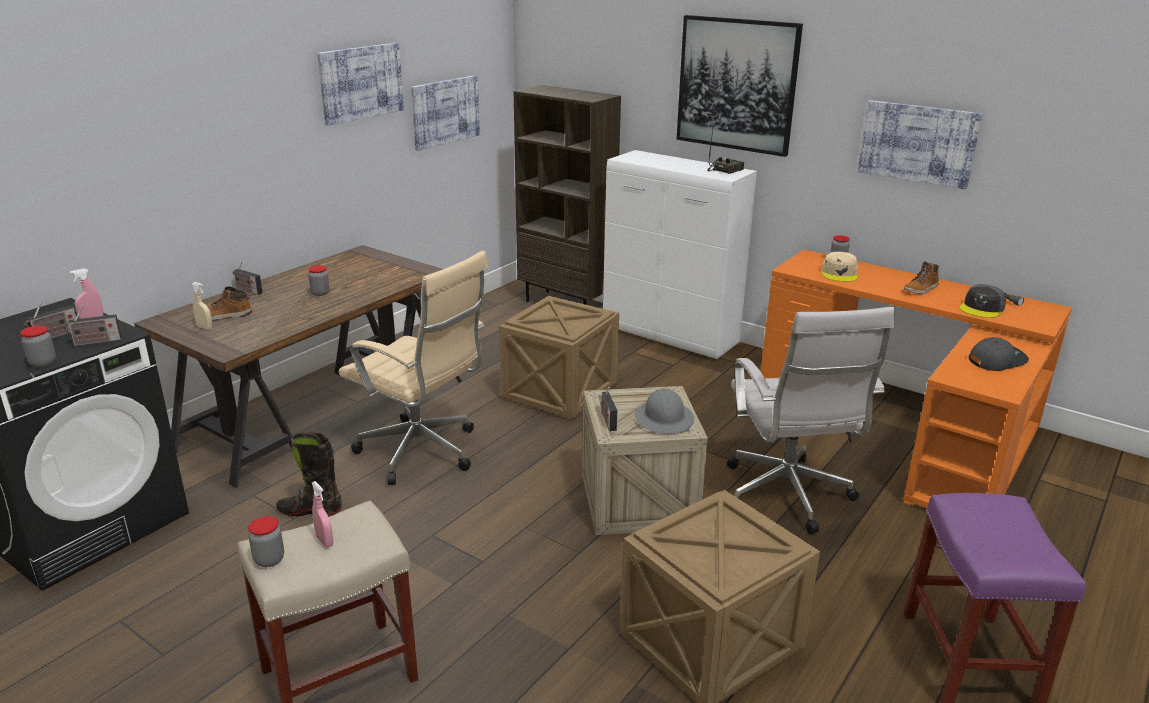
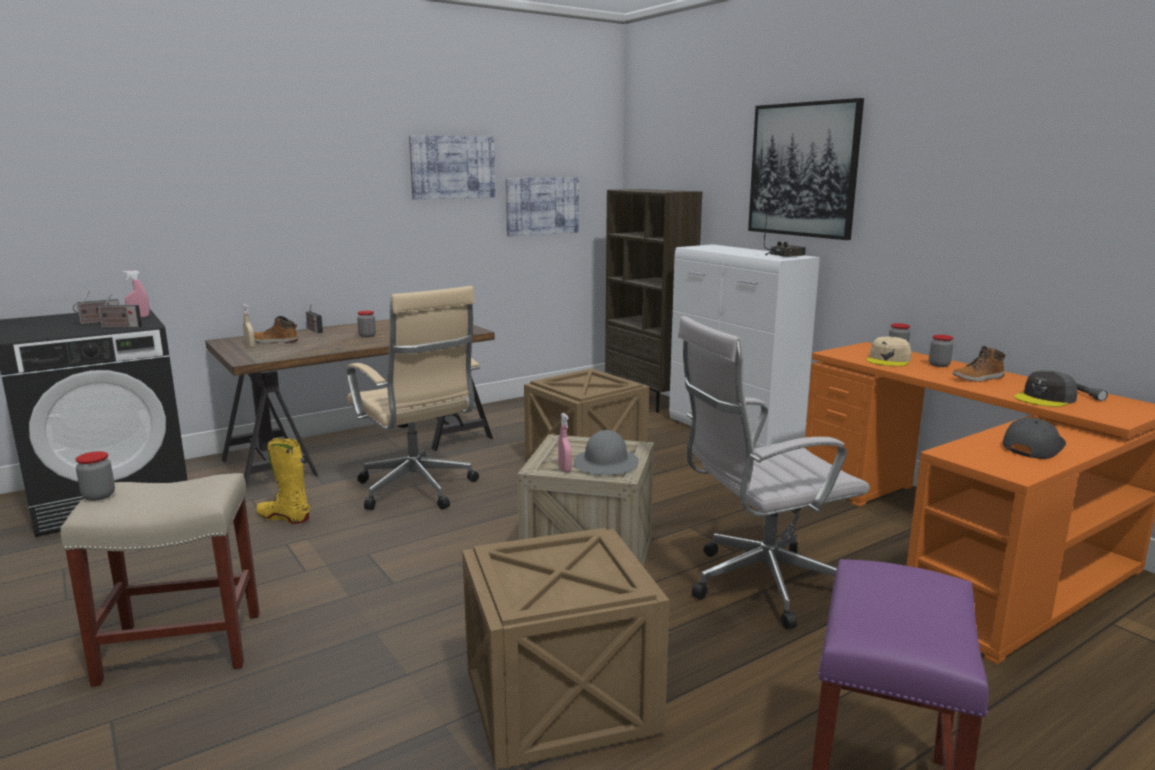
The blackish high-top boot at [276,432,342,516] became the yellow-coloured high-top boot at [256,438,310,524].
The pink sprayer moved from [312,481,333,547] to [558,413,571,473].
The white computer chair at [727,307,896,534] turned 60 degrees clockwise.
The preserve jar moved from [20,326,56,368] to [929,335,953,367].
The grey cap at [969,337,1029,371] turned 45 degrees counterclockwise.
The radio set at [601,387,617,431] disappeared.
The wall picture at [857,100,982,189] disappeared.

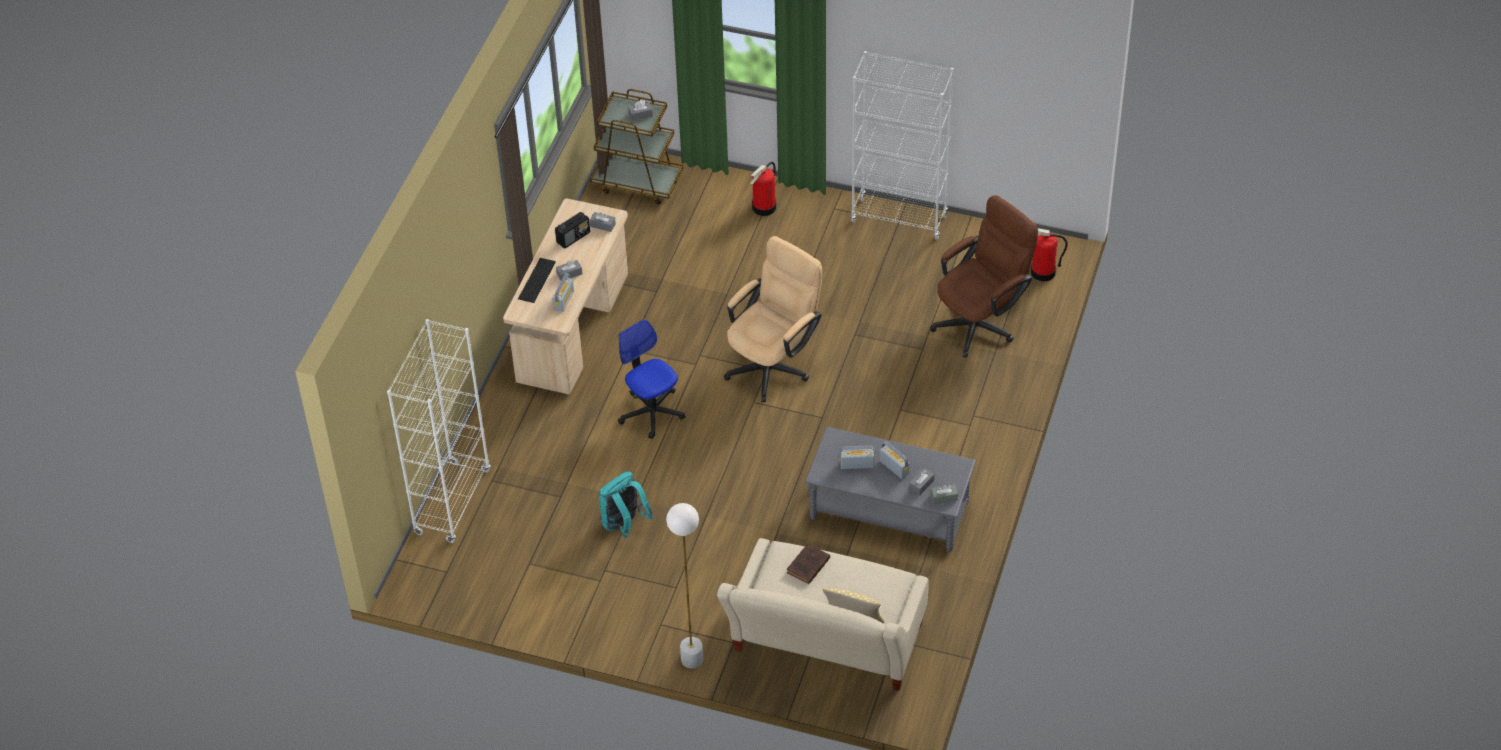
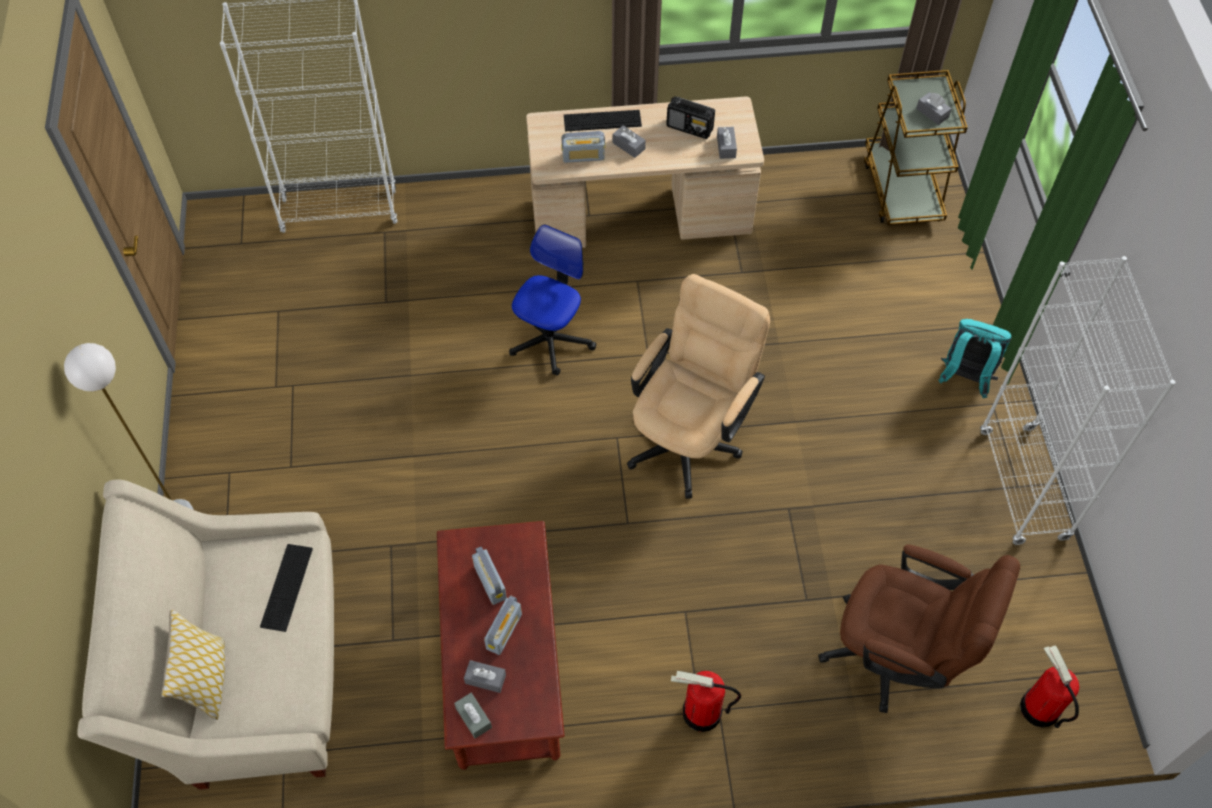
The brownish volume at [786,543,830,584] was replaced by the computer keyboard at [260,544,313,632].
The grey lounge table at [805,427,976,552] became the brownish lounge table at [437,521,565,770].
The sand-coloured computer chair at [724,236,822,402] turned 75 degrees counterclockwise.
The fire extinguisher moved from [750,162,776,216] to [671,671,741,732].
The turquoise knapsack moved from [599,472,654,538] to [939,319,1011,398].

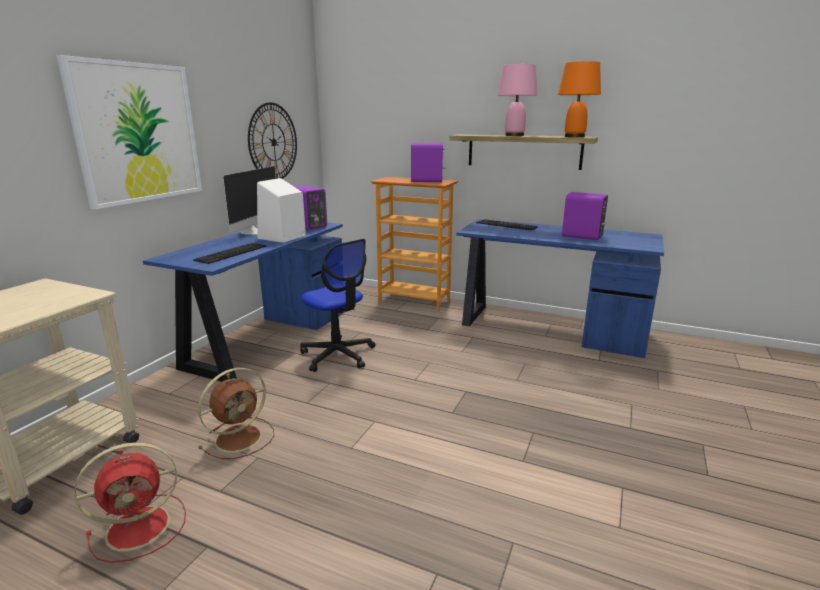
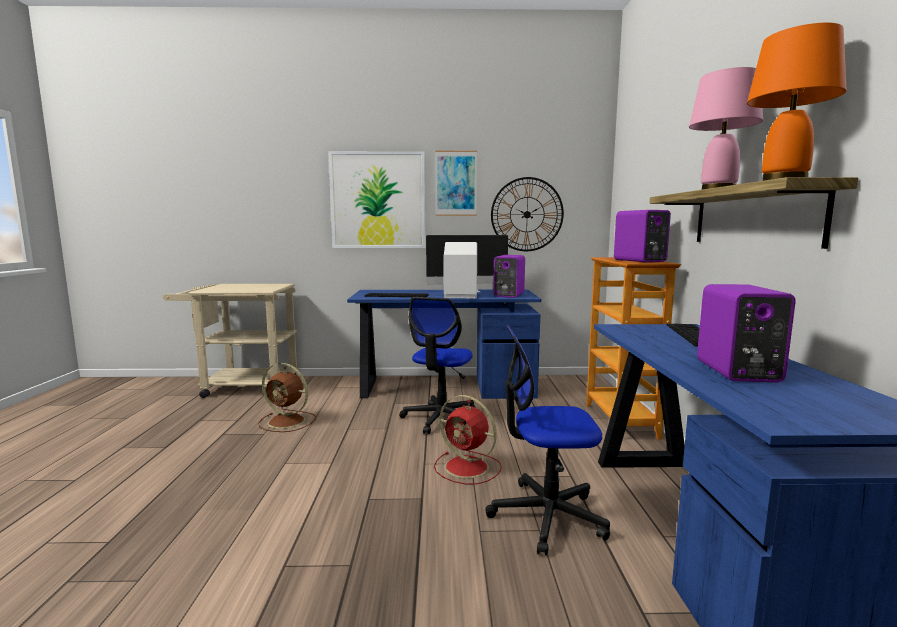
The reddish cooling fan moved from [75,442,186,563] to [434,395,502,485].
The wall picture at [435,151,477,216] appeared.
The computer chair at [485,325,610,555] appeared.

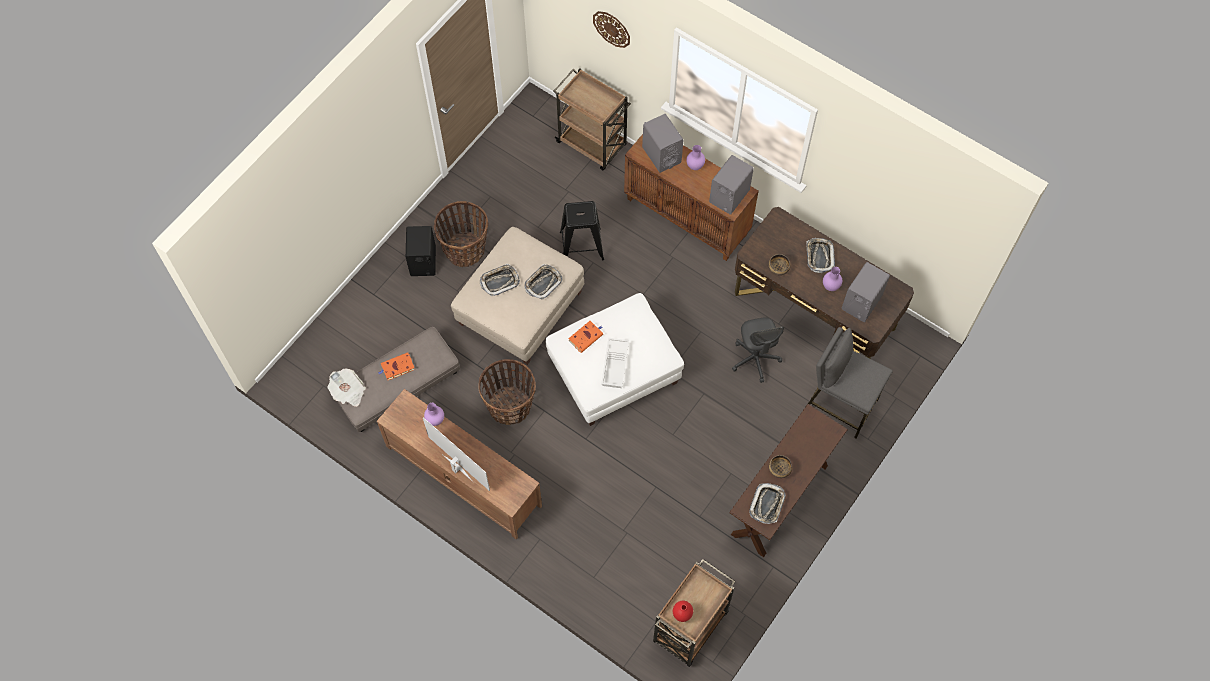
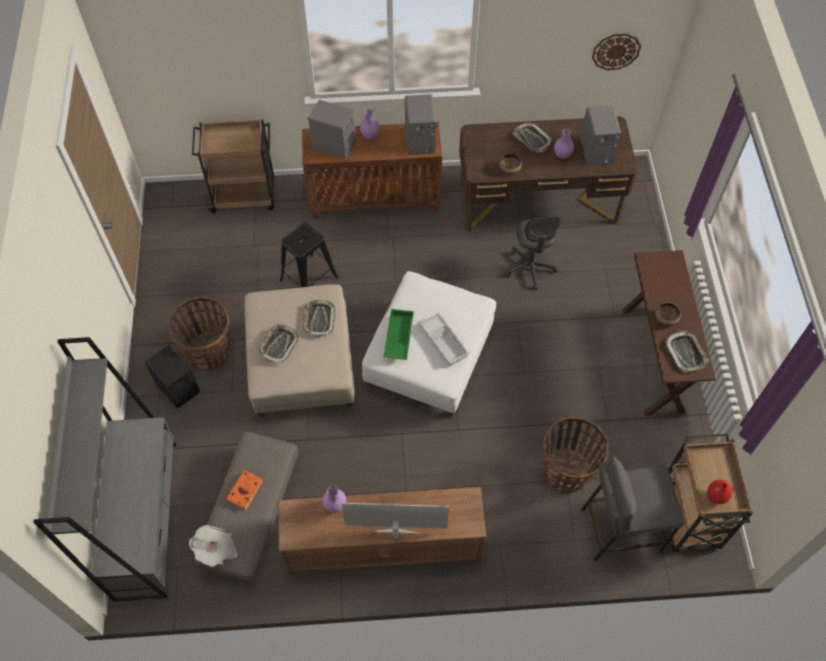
The grey bookcase at [33,337,176,602] appeared.
The orange-coloured volume at [568,321,603,353] was replaced by the green tray at [384,309,414,360].
The grey computer chair at [732,317,784,383] turned 45 degrees clockwise.
The household basket moved from [478,359,536,425] to [542,417,609,493].
The grey stool moved from [806,327,893,439] to [581,456,685,561].
The hanging clock moved from [593,11,630,48] to [592,34,641,70].

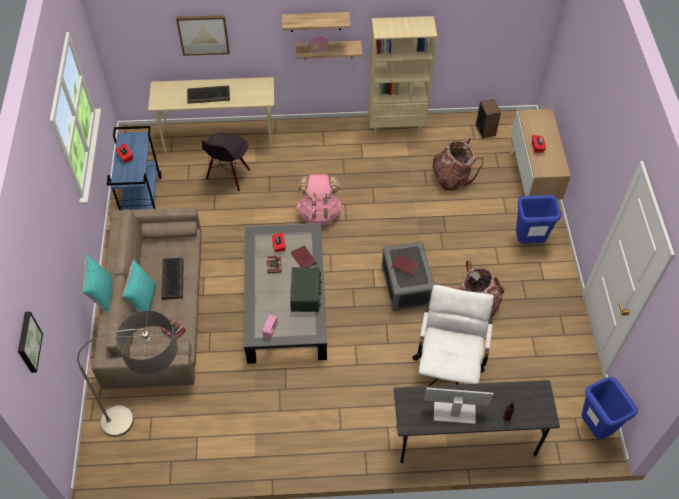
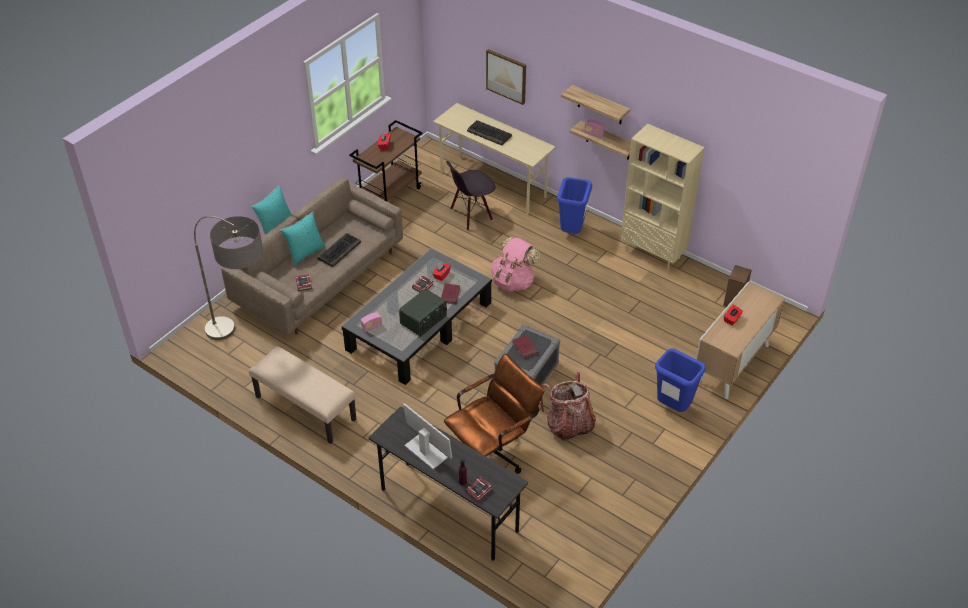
The sand-coloured bench at [249,346,357,444] appeared.
The bluish trolley at [107,126,162,210] became the brownish trolley at [349,120,423,201].
The white computer chair at [413,285,494,386] became the brownish computer chair at [444,354,544,474].
The volume at [466,477,493,502] appeared.
The bluish trash can moved from [581,377,638,439] to [557,177,592,233].
The wall picture at [18,312,43,373] disappeared.
The knapsack at [433,137,483,191] disappeared.

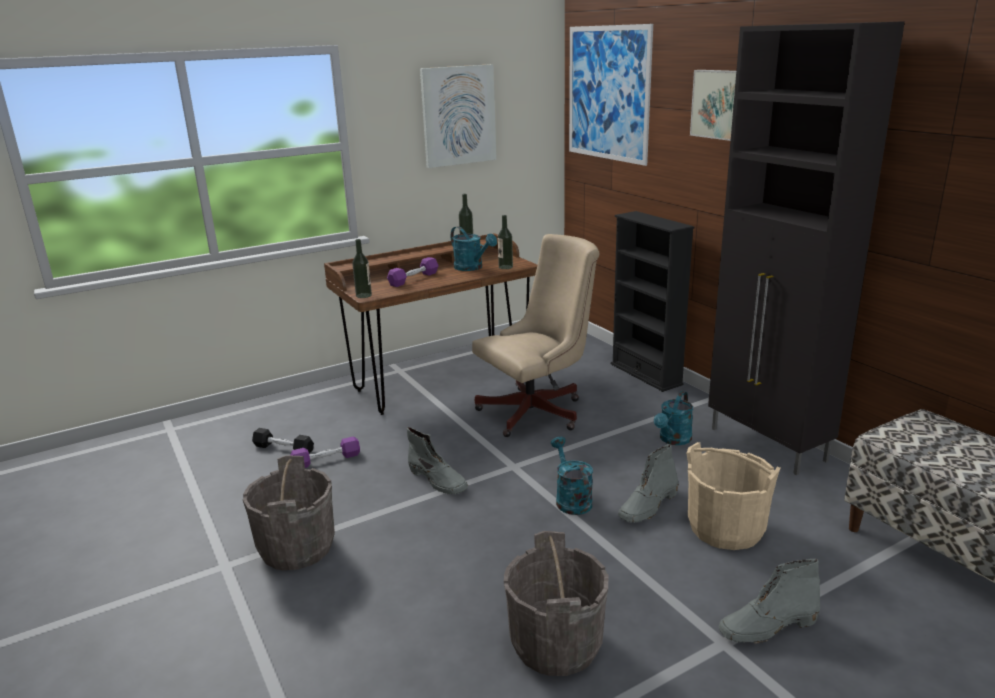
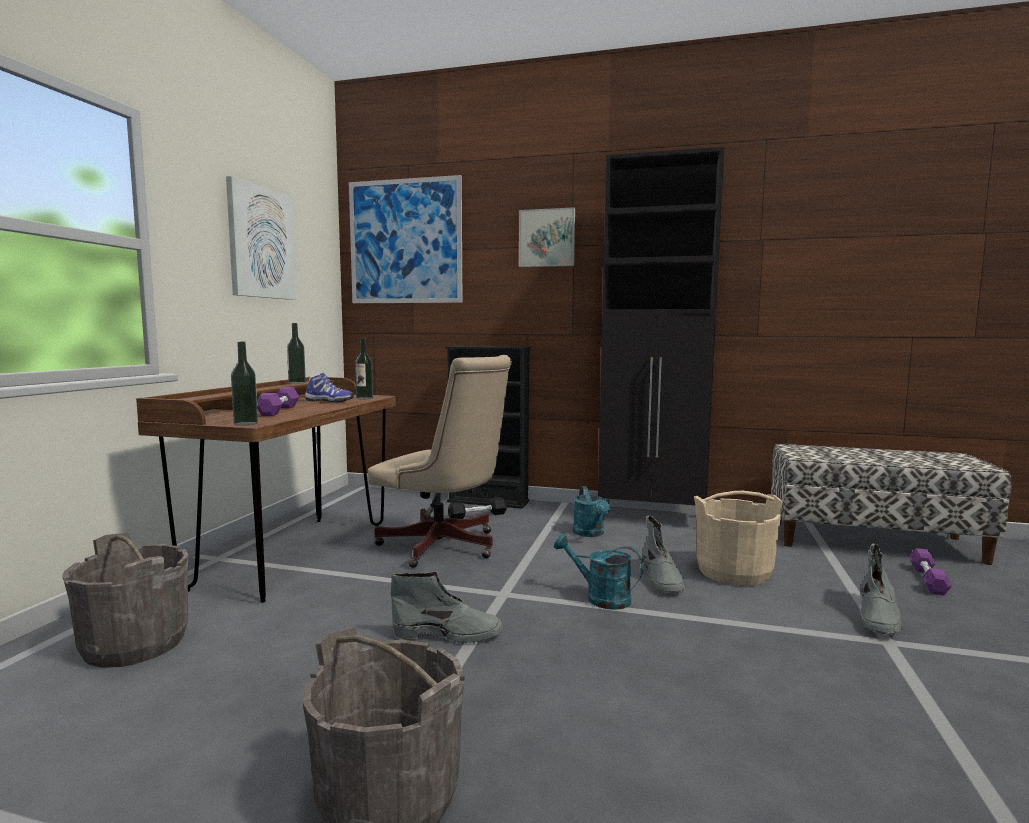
The grey bucket moved from [504,531,609,676] to [62,533,188,668].
The turquoise sprinkling can at [451,226,497,271] was replaced by the shoe at [305,373,354,402].
The sand-coloured computer chair at [472,234,600,437] turned 105 degrees clockwise.
The blackish free weight moved from [252,428,314,453] to [448,497,507,519].
The purple free weight moved from [290,437,360,468] to [909,548,952,595].

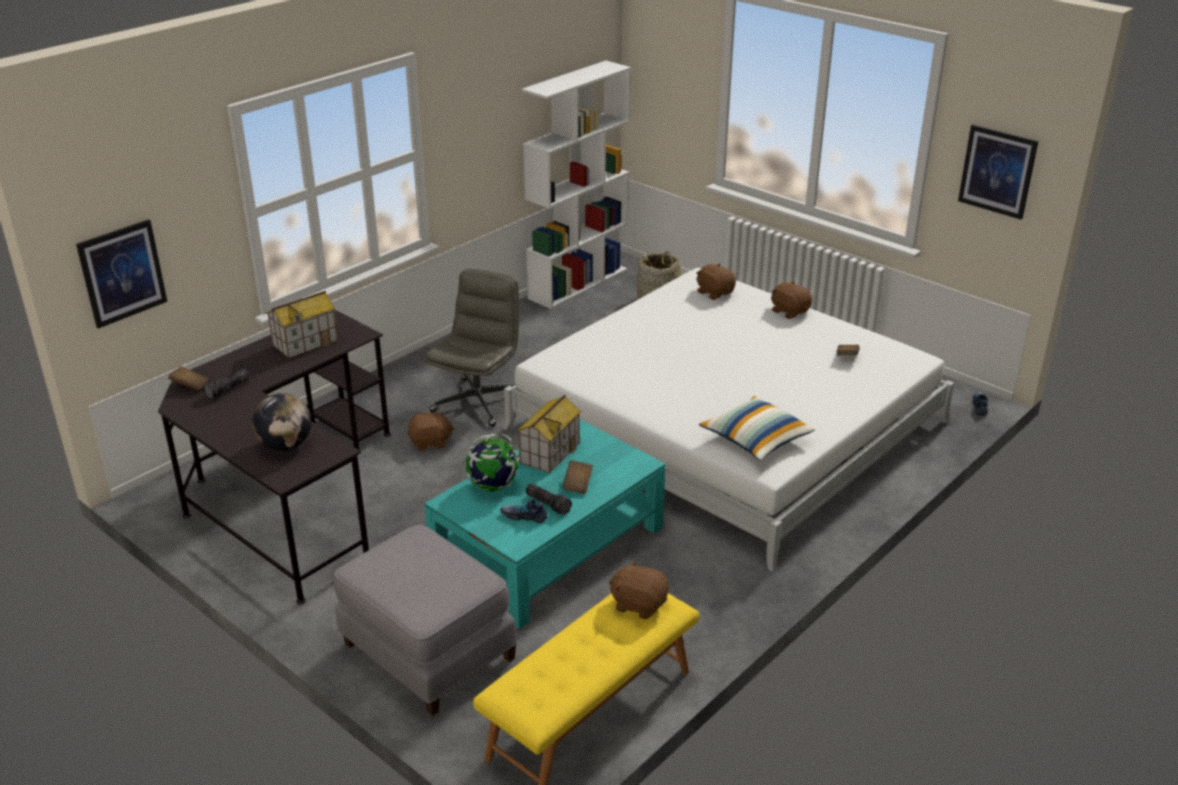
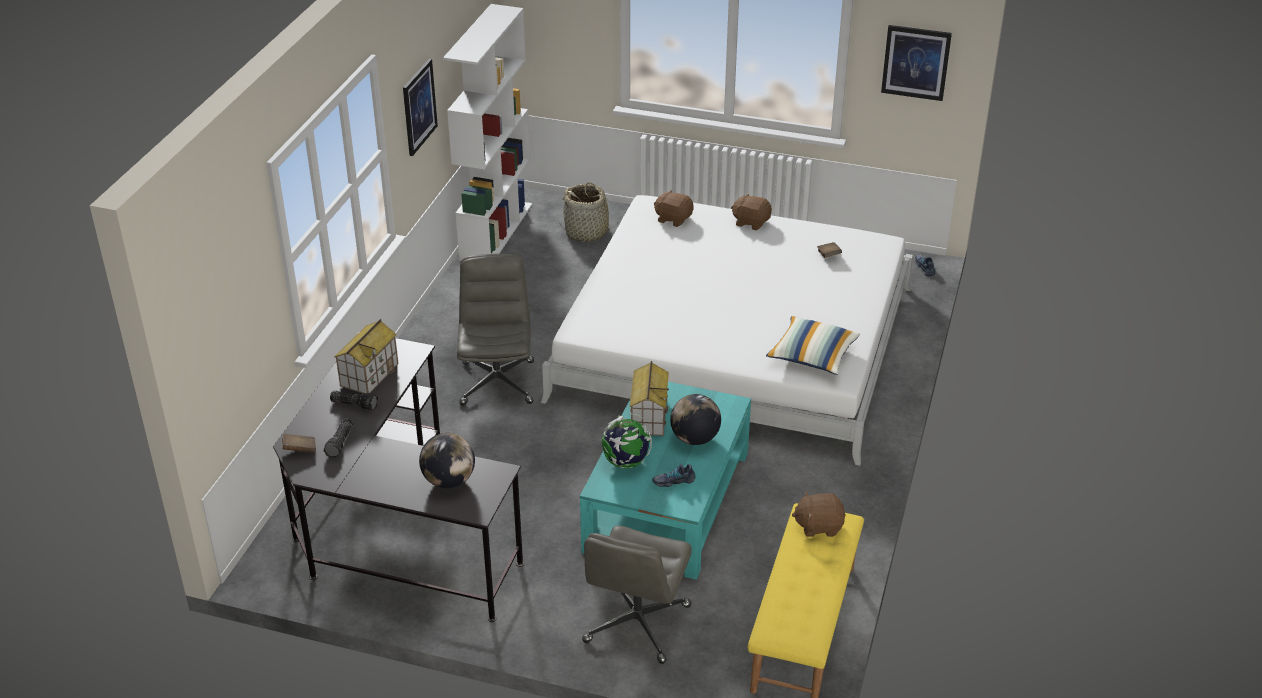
The hand torch moved from [525,484,572,515] to [330,391,378,410].
The wall picture moved from [76,219,167,329] to [403,59,438,156].
The grey pouffe at [334,524,517,716] was replaced by the grey computer chair at [582,526,692,664].
The brownish volume at [562,460,593,494] was replaced by the globe at [670,394,721,445].
The brownish cuddly toy at [407,410,455,451] disappeared.

